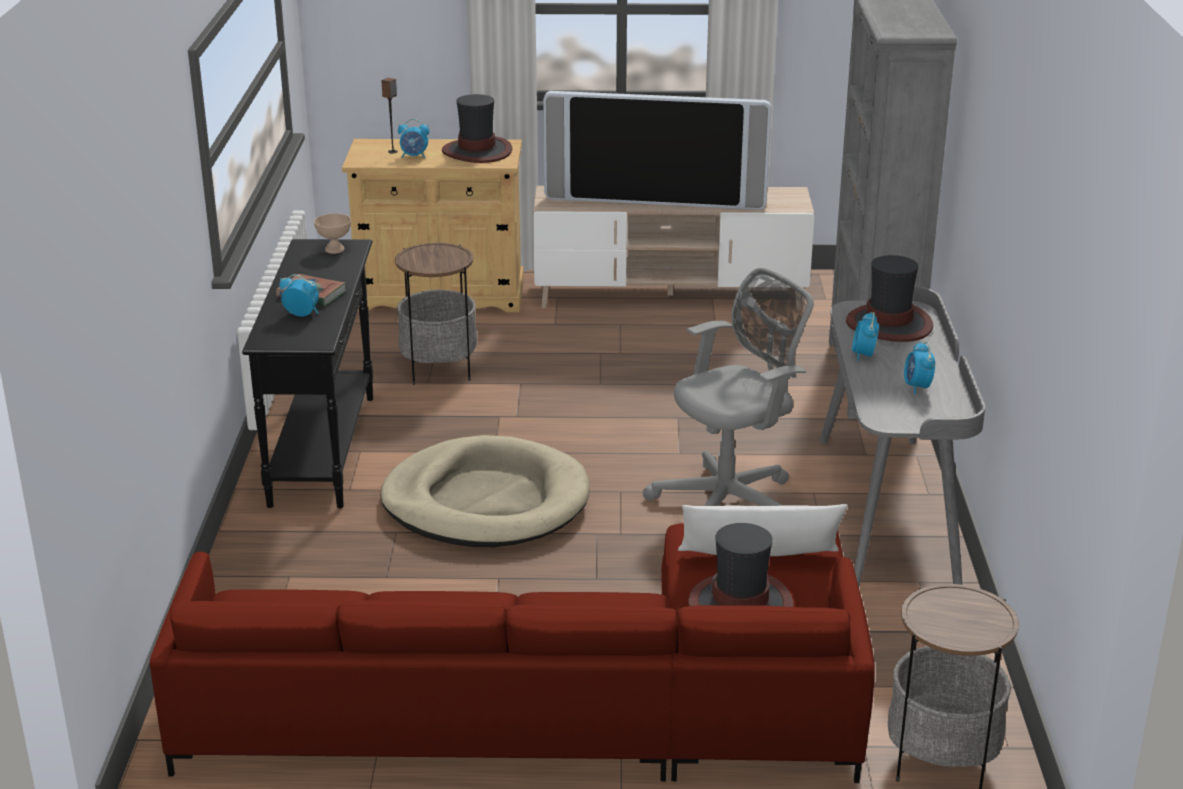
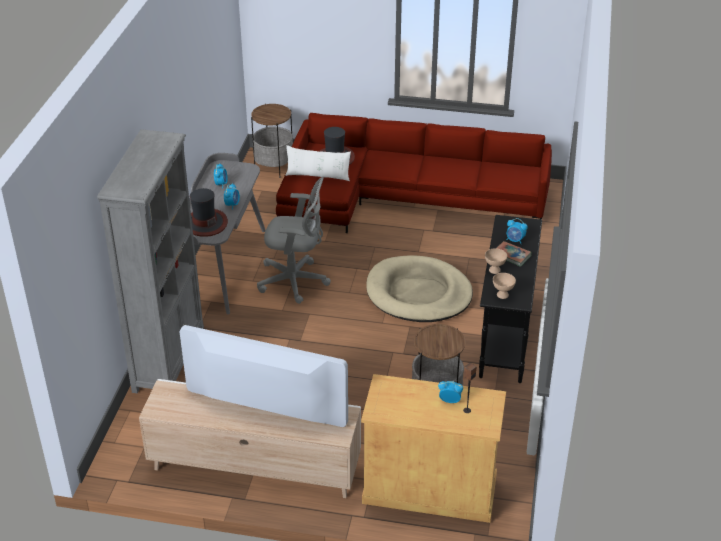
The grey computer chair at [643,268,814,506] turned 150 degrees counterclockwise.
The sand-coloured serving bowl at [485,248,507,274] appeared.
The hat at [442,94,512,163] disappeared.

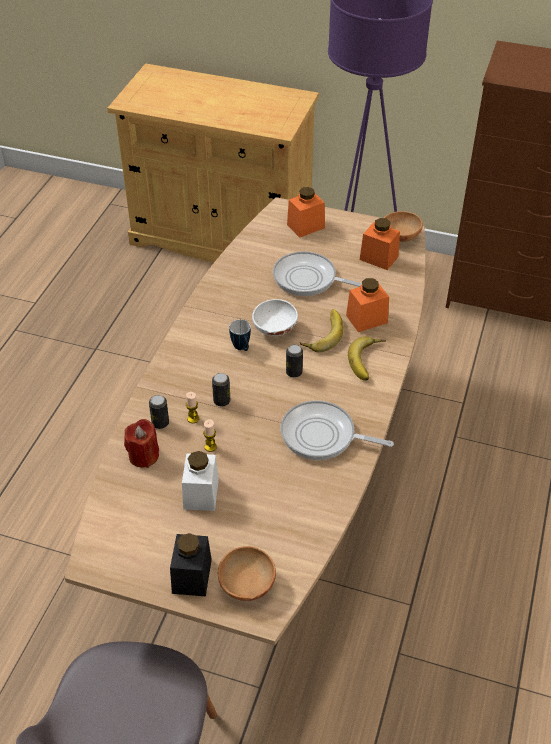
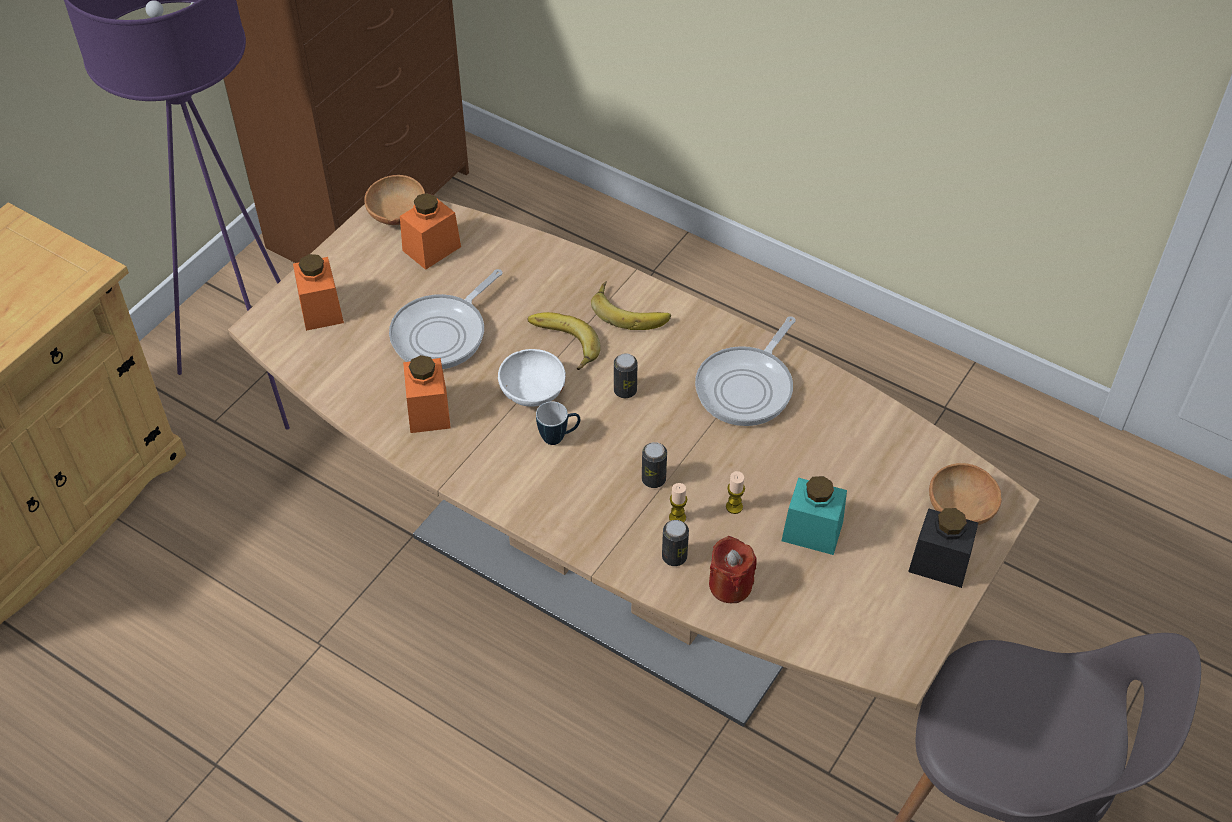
The orange-coloured preserve jar moved from [346,278,389,332] to [403,355,451,433].
The white preserve jar at [182,451,219,511] became the turquoise preserve jar at [781,476,847,555].

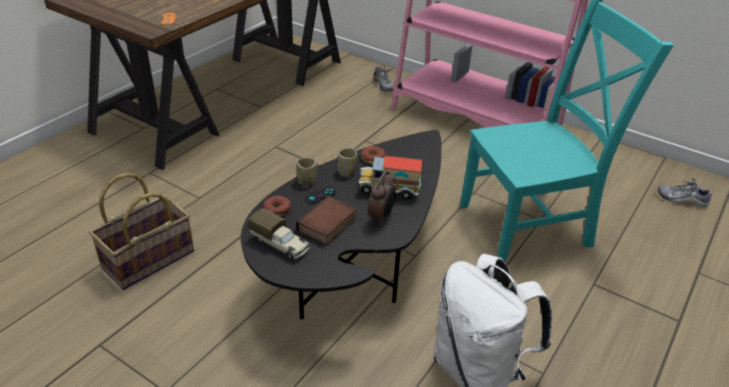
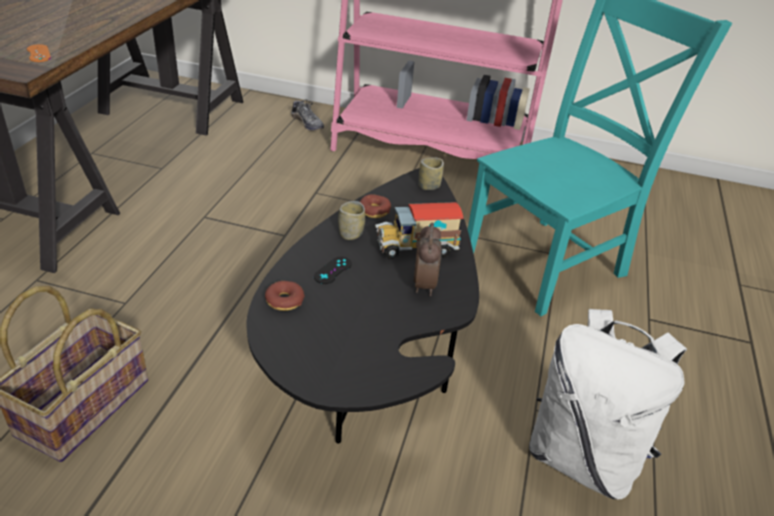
The drinking cup moved from [296,158,317,185] to [419,157,444,190].
The model truck at [248,208,310,260] disappeared.
The volume at [296,196,357,245] disappeared.
The shoe at [658,178,712,207] disappeared.

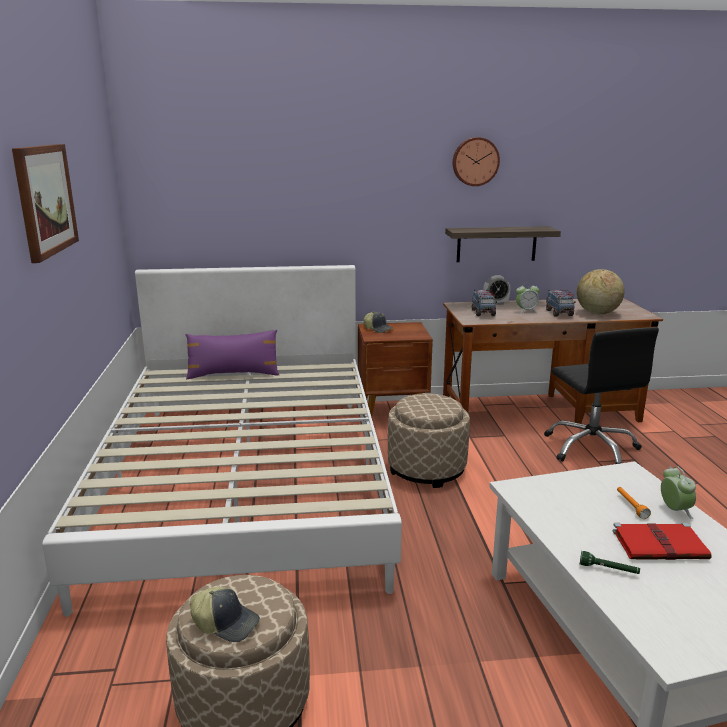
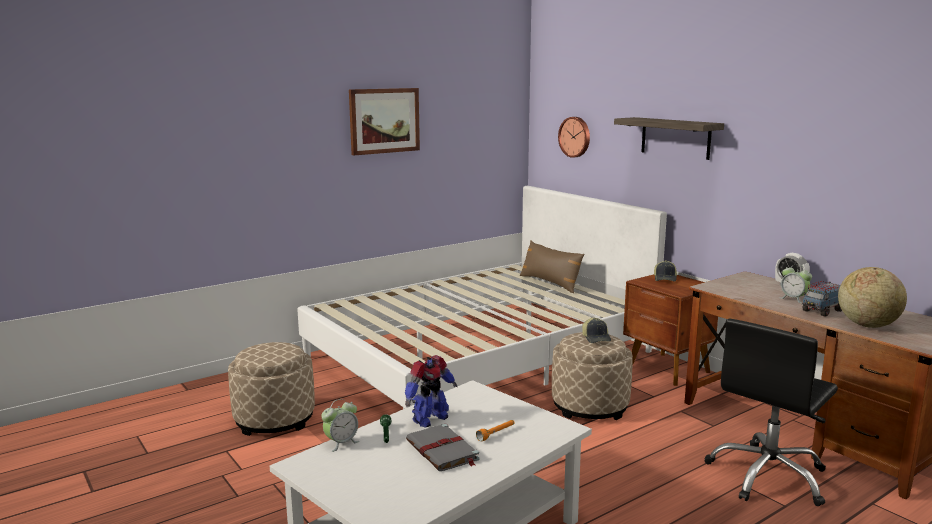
The alarm clock moved from [661,466,696,519] to [321,399,360,452].
The robot figure at [405,355,458,428] appeared.
The reddish volume at [613,523,711,560] became the grey volume at [406,424,480,471].
The purple throw pillow at [186,330,280,380] became the brownish throw pillow at [520,241,585,293].
The hanging clock moved from [453,137,500,186] to [558,117,590,158].
The cap moved from [190,587,260,642] to [582,318,611,343].
The shelf moved from [445,226,561,262] to [614,117,724,160].
The model truck at [472,290,497,316] disappeared.

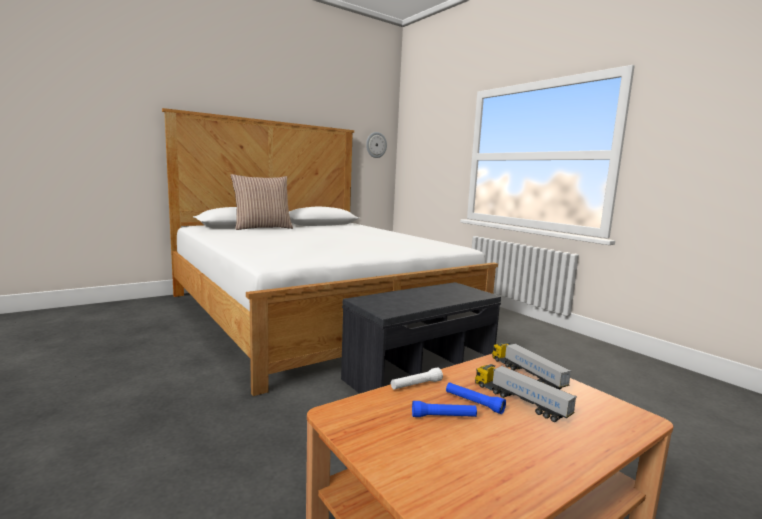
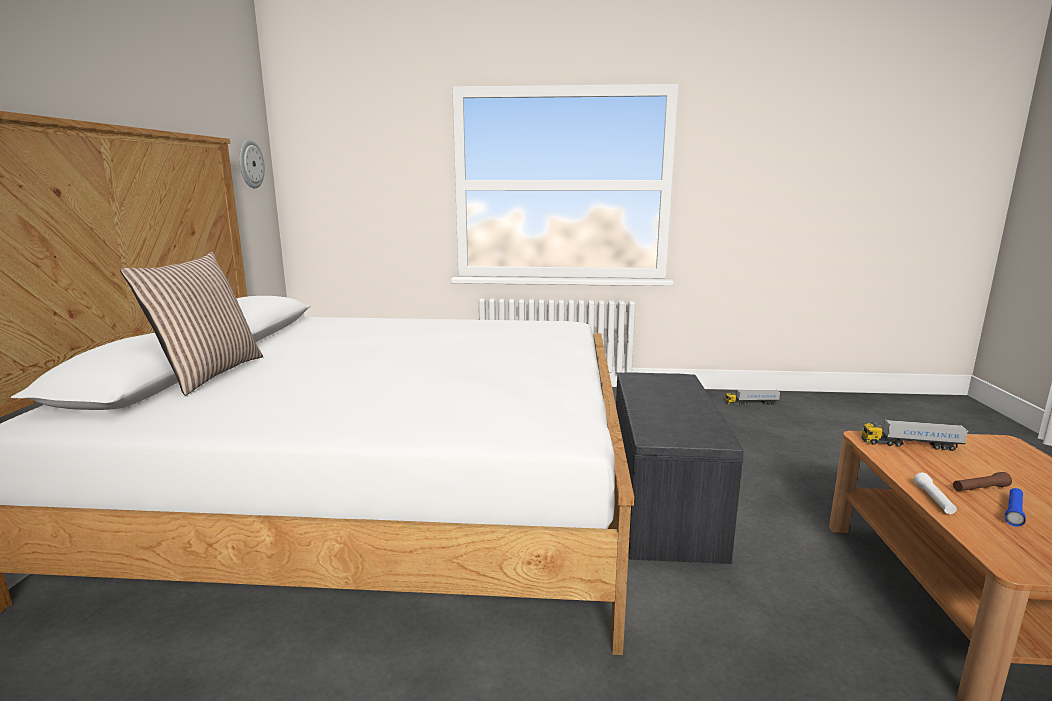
The model truck moved from [475,364,577,422] to [725,390,780,405].
The bluish hand torch at [446,382,506,414] became the brownish hand torch at [953,472,1012,491].

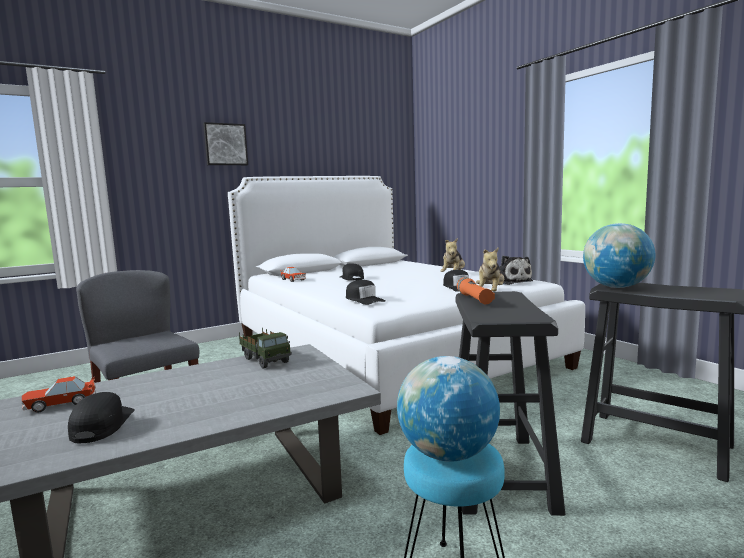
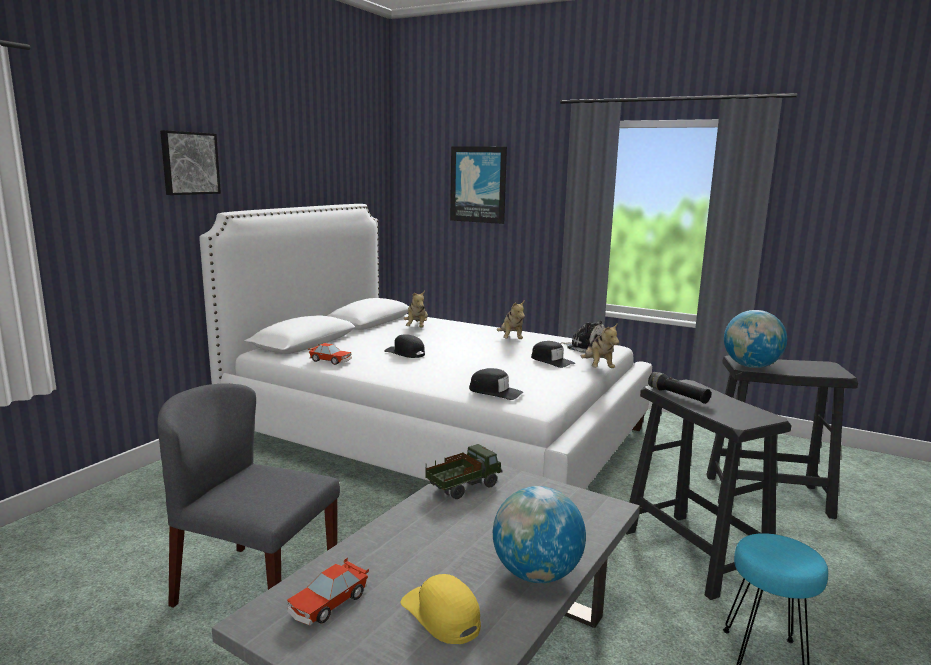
The blackish cap at [68,392,135,443] became the yellow-coloured cap at [400,574,481,644].
The cuddly toy at [404,291,428,327] appeared.
The model truck at [239,328,292,369] turned 60 degrees counterclockwise.
The wall picture at [450,146,507,224] appeared.
The globe moved from [397,356,500,462] to [493,486,586,583].
The orange-coloured hand torch at [457,278,495,304] became the blackish hand torch at [648,372,712,404].

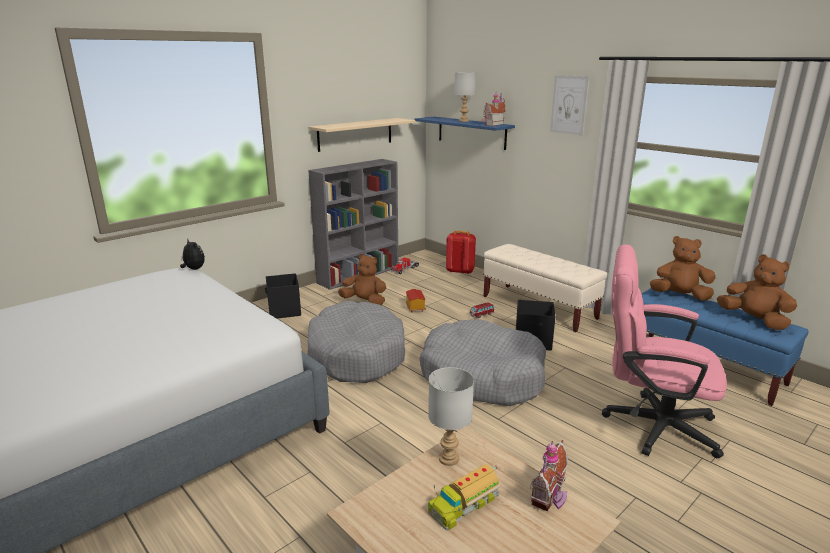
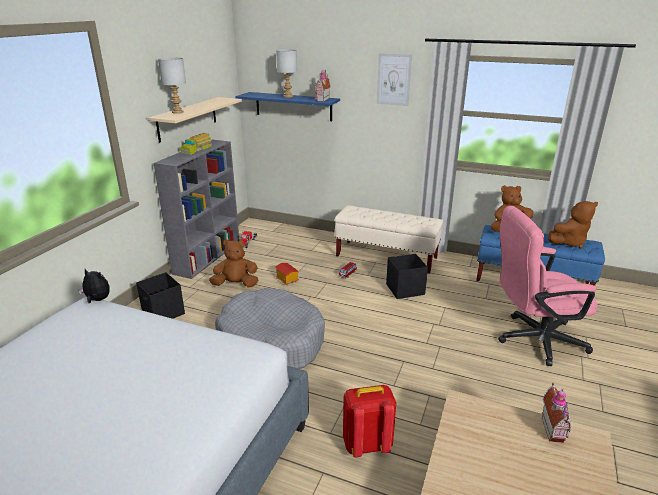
The grey lamp for a table moved from [428,367,474,466] to [158,57,186,114].
The model truck moved from [428,464,501,530] to [180,133,212,155].
The reddish knapsack moved from [446,231,476,274] to [343,385,396,457].
The brownish cuddly toy at [717,254,797,330] turned 135 degrees clockwise.
The grey dog cushion at [420,319,546,406] disappeared.

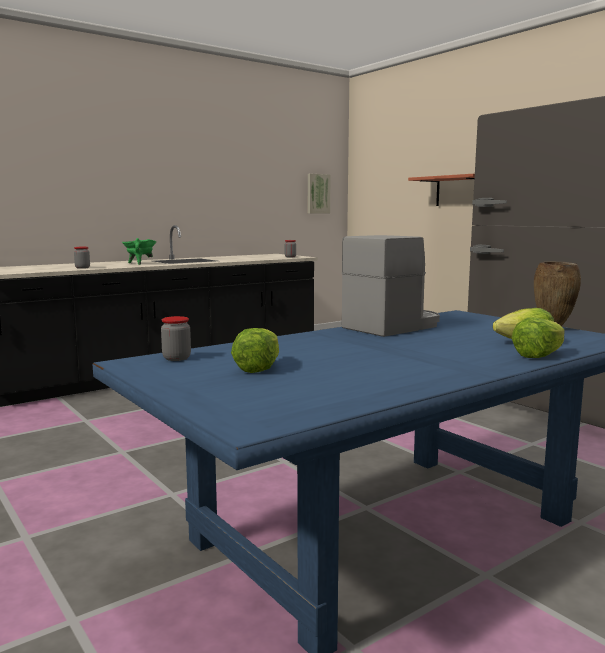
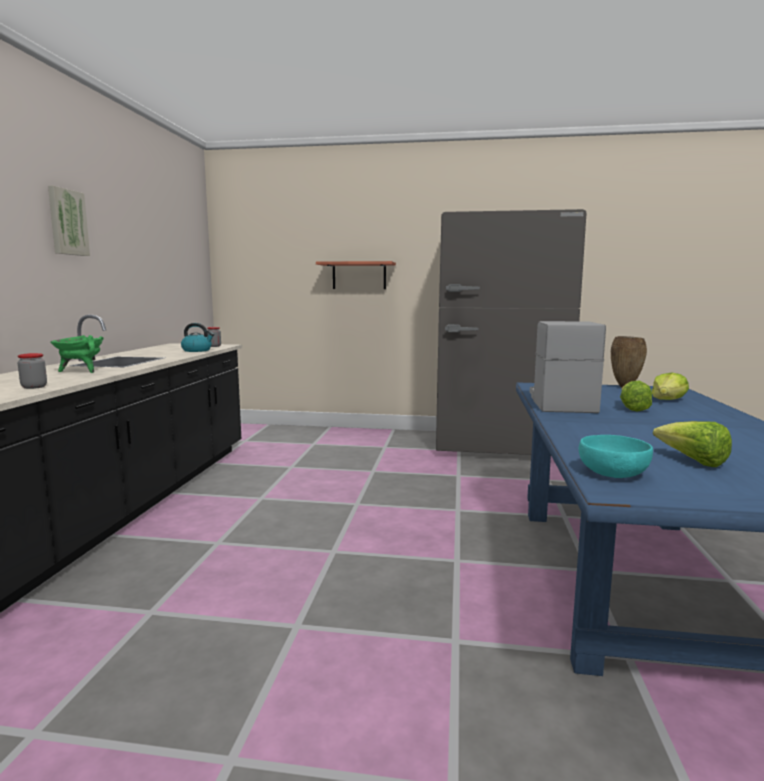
The wall picture moved from [308,174,331,213] to [48,186,90,256].
The water kettle at [181,323,214,352] appeared.
The preserve jar at [161,316,191,361] was replaced by the turquoise serving bowl at [579,435,653,478].
The lettuce moved from [511,318,565,358] to [620,380,652,411].

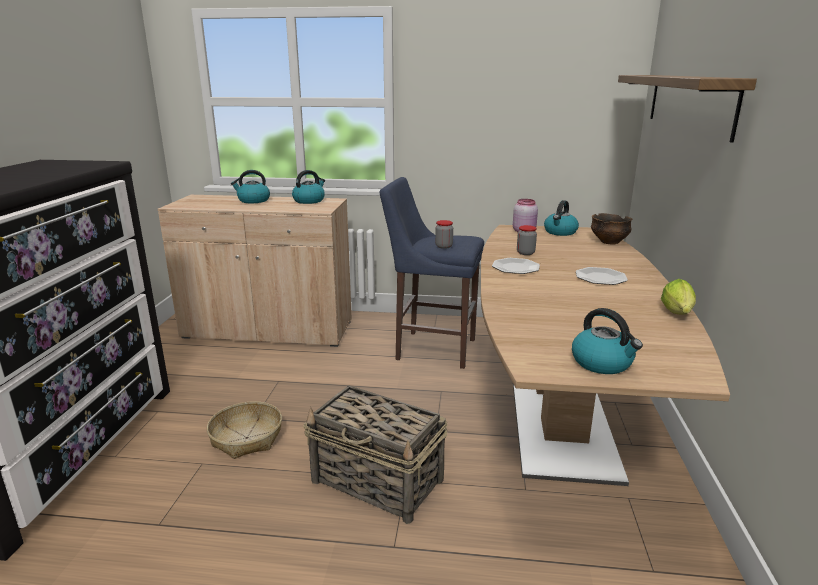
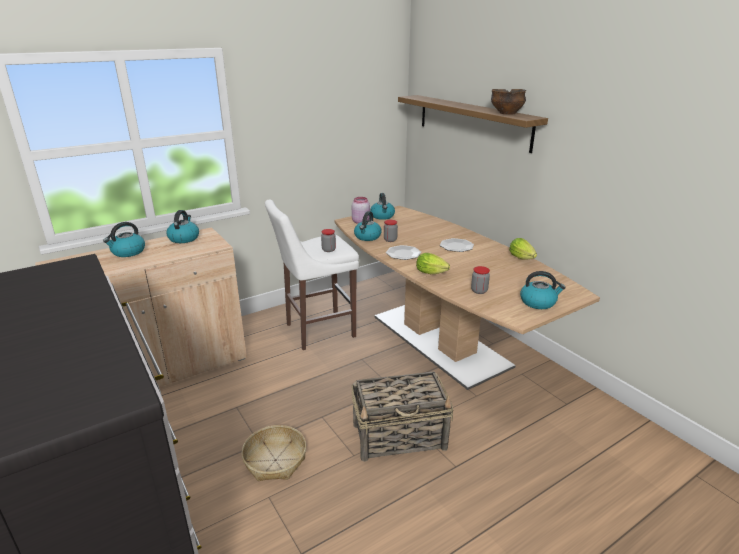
The bluish stool at [379,177,484,369] became the white stool at [265,199,359,350].
The water kettle at [354,211,382,241] appeared.
The lettuce at [416,253,450,274] appeared.
The preserve jar at [471,266,490,294] appeared.
The serving bowl moved from [591,213,632,244] to [491,89,526,115].

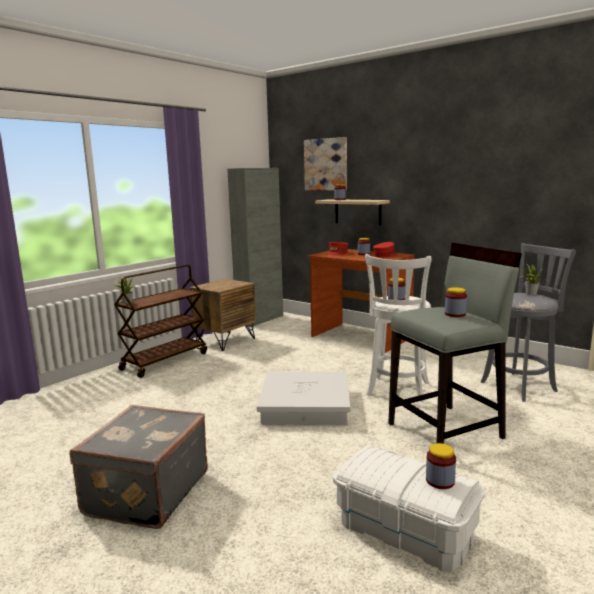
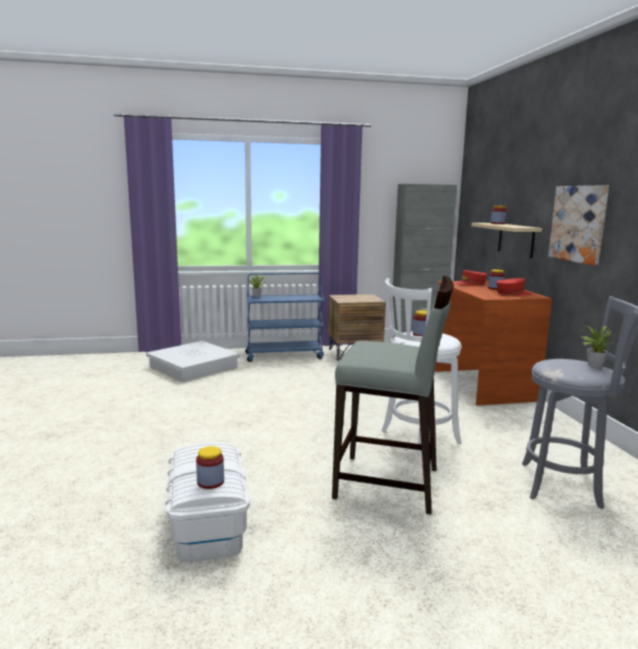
The white storage bin moved from [257,371,350,425] to [146,341,240,382].
The brownish trolley at [114,265,207,378] became the bluish trolley at [245,273,324,362].
The wall picture moved from [304,137,347,191] to [548,186,609,265].
The grey suitcase at [70,405,208,529] disappeared.
The preserve jar at [445,287,467,317] disappeared.

